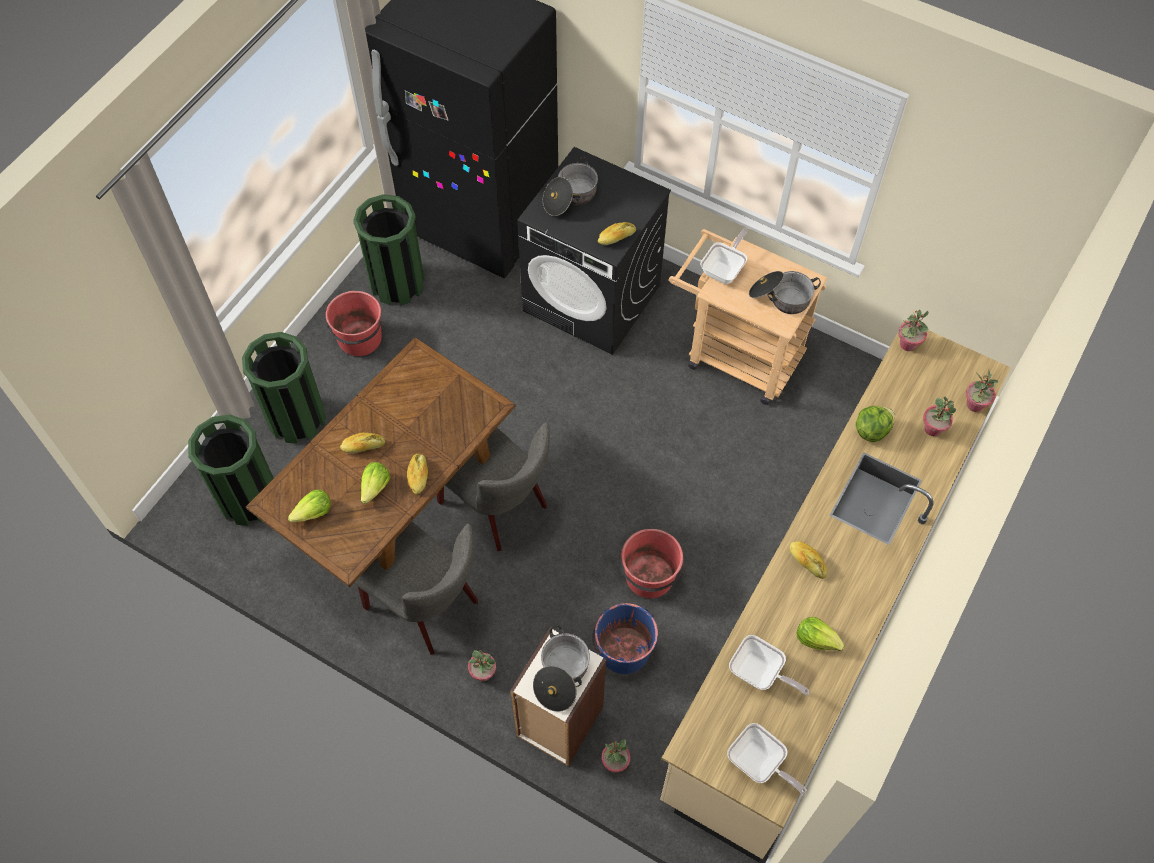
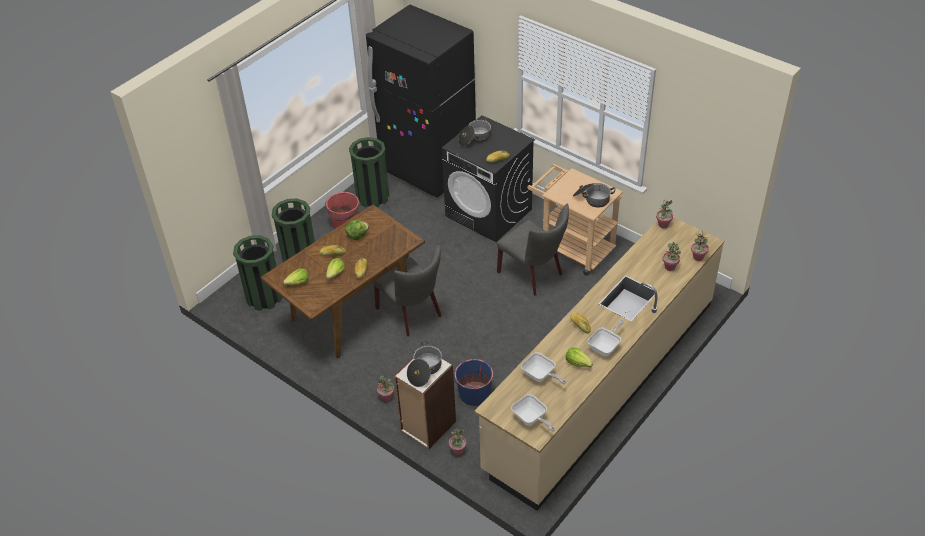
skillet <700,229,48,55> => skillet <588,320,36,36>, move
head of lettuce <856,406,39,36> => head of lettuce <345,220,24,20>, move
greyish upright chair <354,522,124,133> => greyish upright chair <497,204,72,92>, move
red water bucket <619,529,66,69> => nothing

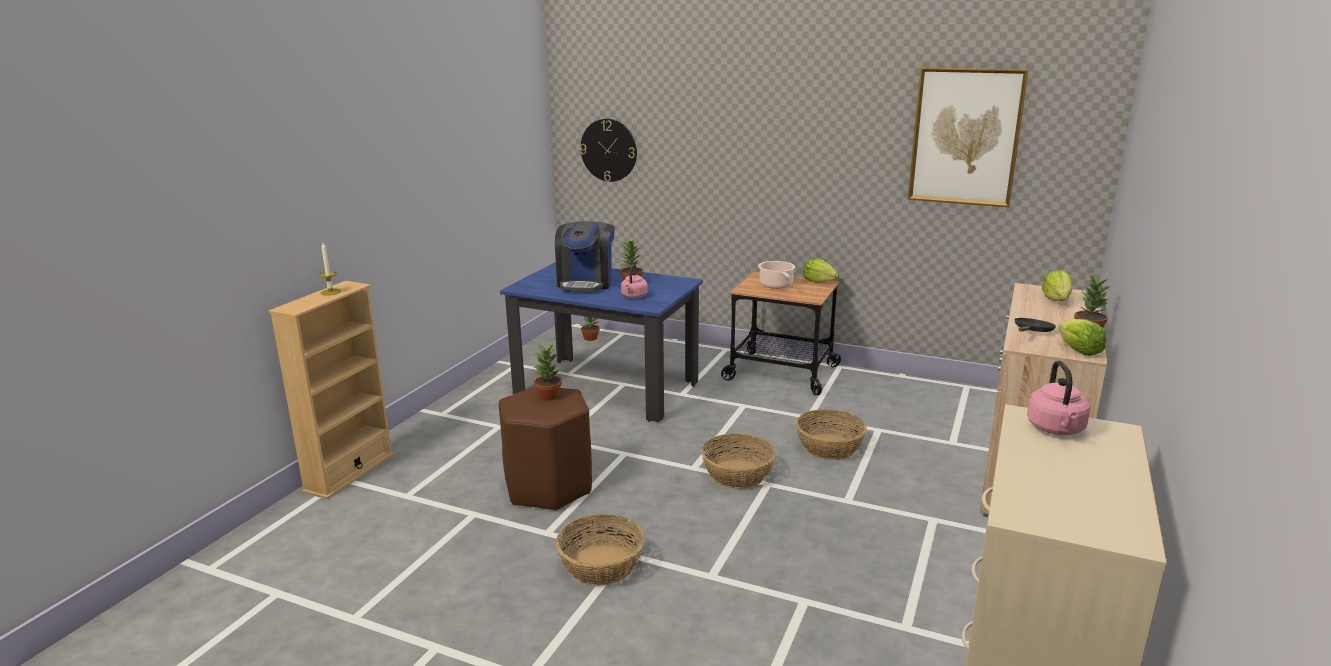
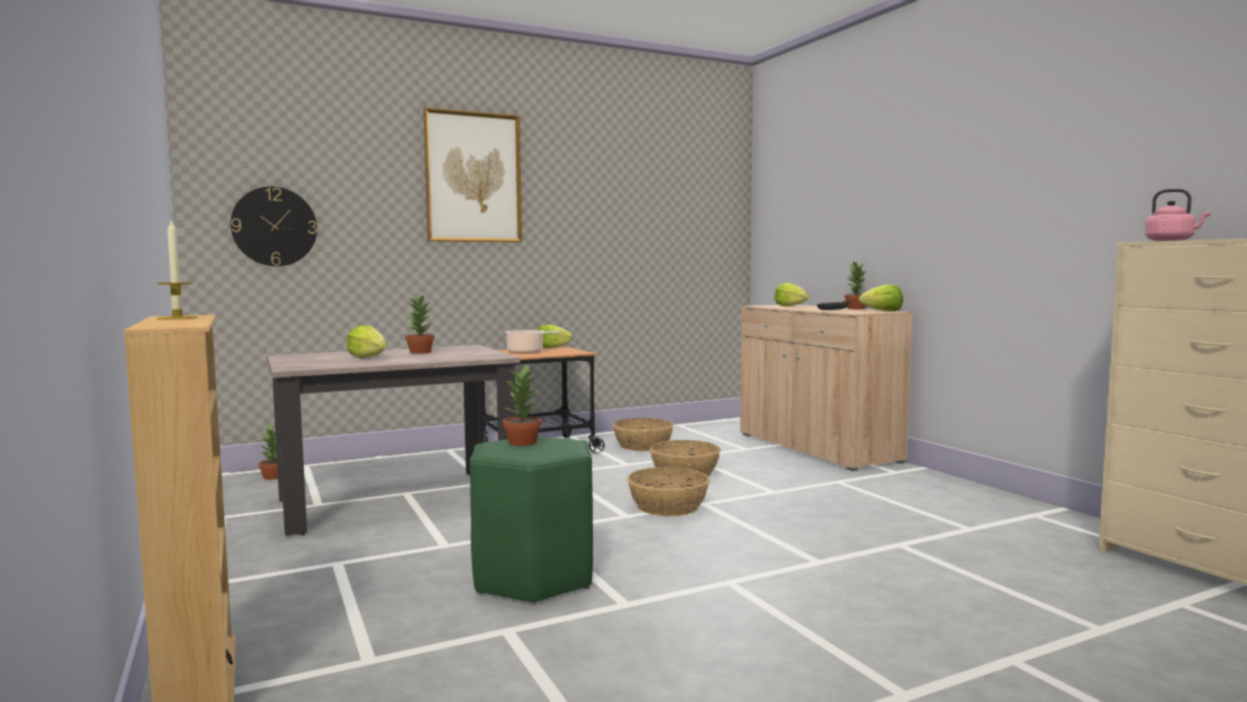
picture <908,67,121,140> => picture <423,107,99,135>, move
coffee maker <555,221,60,72> => head of lettuce <347,325,39,33>
blue-coloured kitchen table <500,262,203,160> => beige kitchen table <267,345,253,191>
pink-coloured kettle <621,264,26,34> => nothing
brown-coloured stool <499,386,93,125> => greenish stool <470,436,123,169>
basket <556,514,89,72> => basket <612,418,62,33>, move

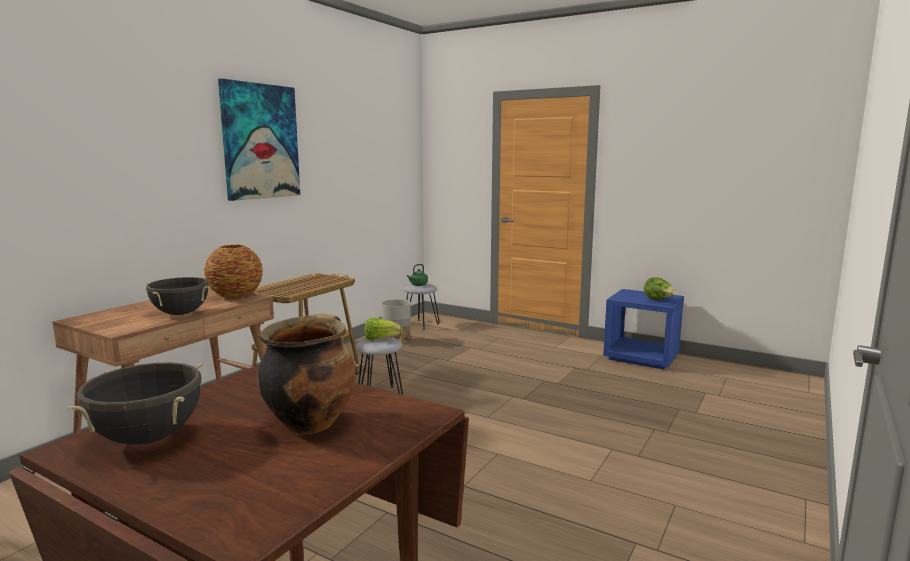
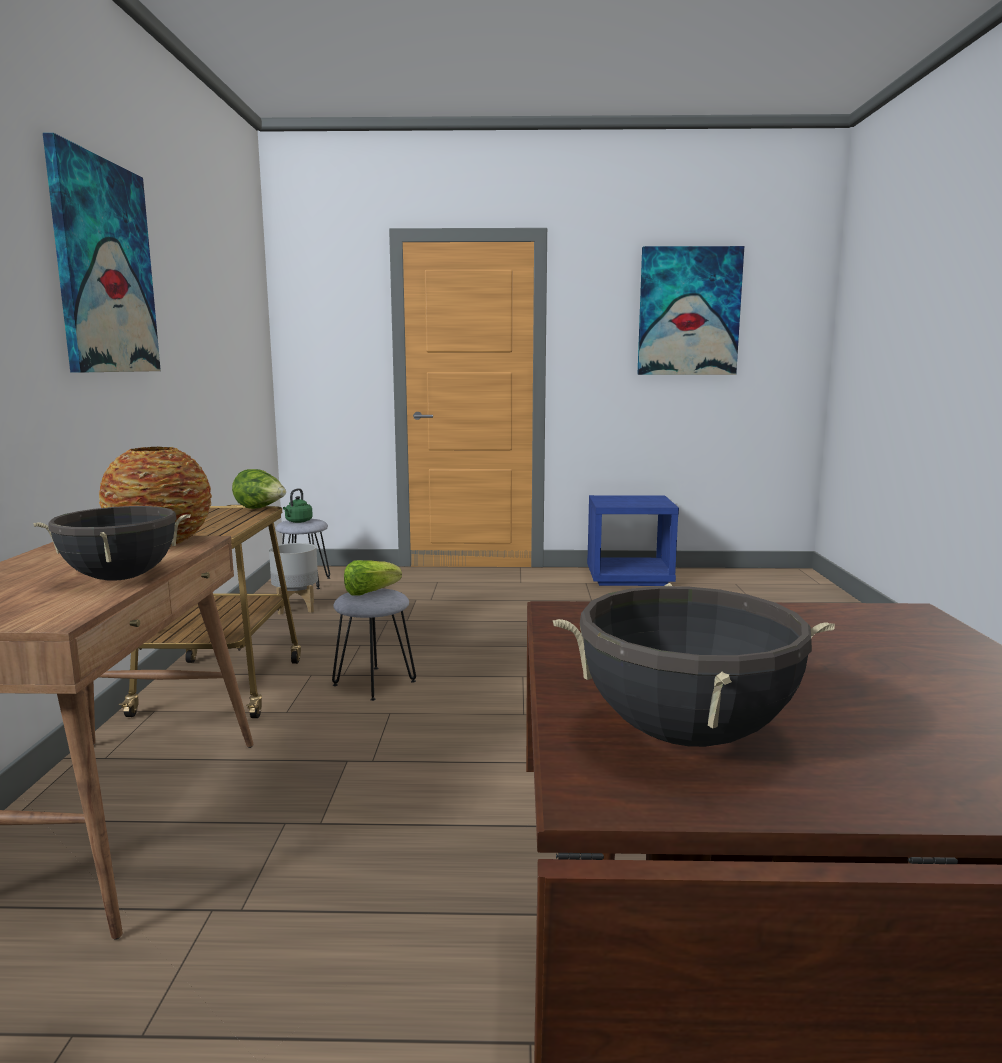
head of lettuce <644,277,32,23> => head of lettuce <232,469,54,40>, move
cooking pot <257,313,99,121> => nothing
nothing => picture <637,246,107,129>

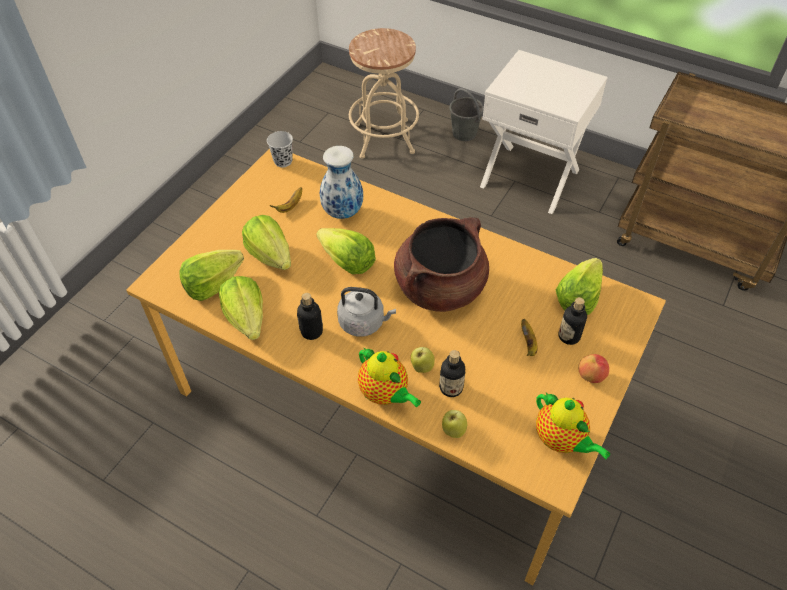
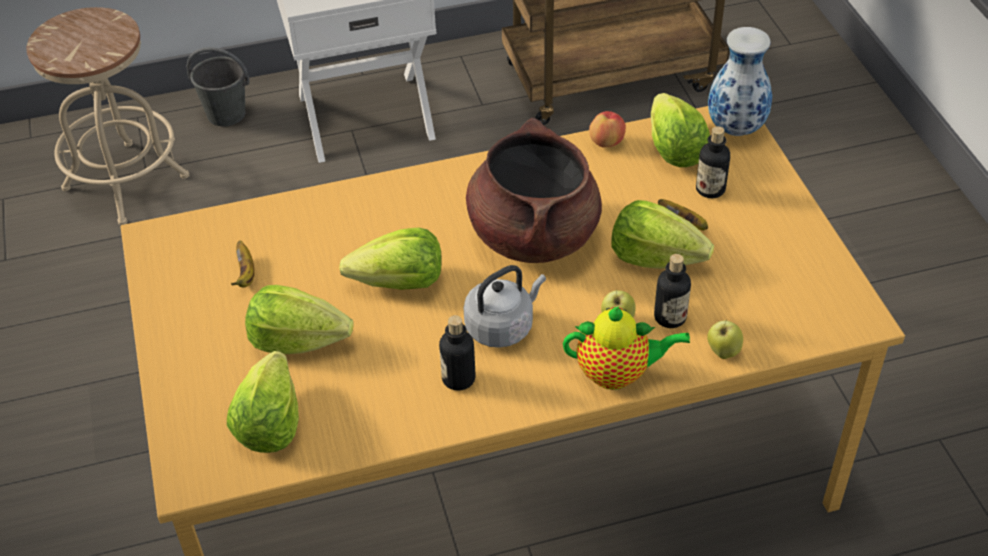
black-coloured cup <267,131,26,36> => nothing
flower vase <320,146,43,73> => flower vase <708,27,64,109>, move
head of lettuce <219,276,44,64> => head of lettuce <611,200,103,69>, move
apple fruit <578,354,31,29> => apple fruit <589,111,37,37>, move
teapot <536,393,74,66> => nothing

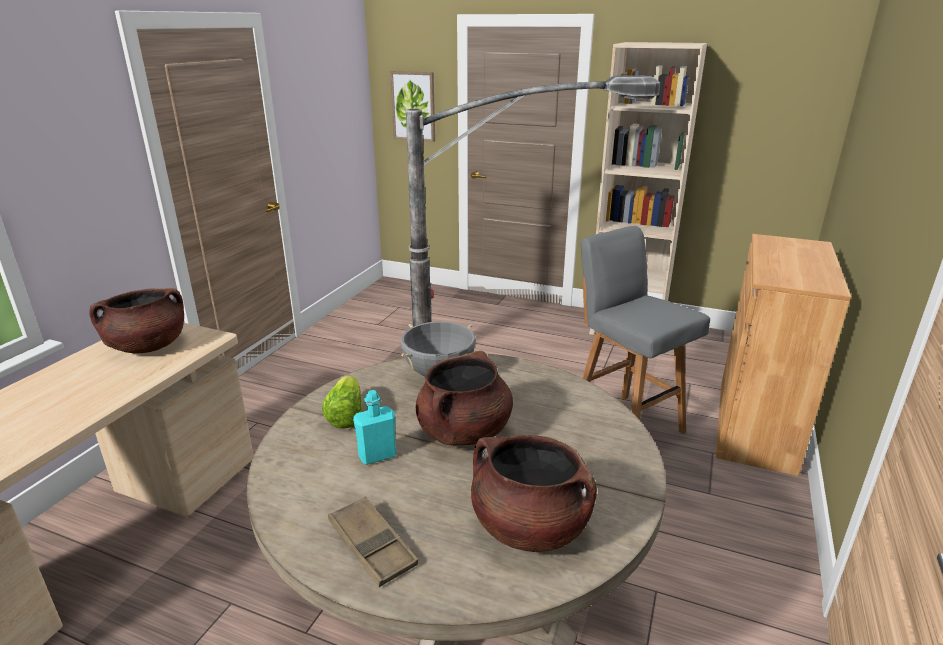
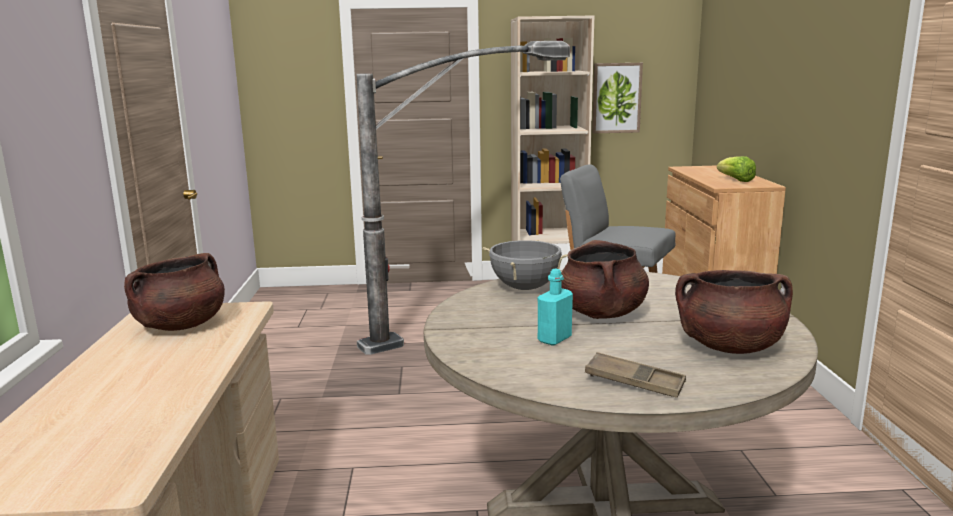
picture <390,71,45,71> => picture <592,63,51,71>, move
head of lettuce <322,375,40,54> => head of lettuce <717,156,39,26>, move

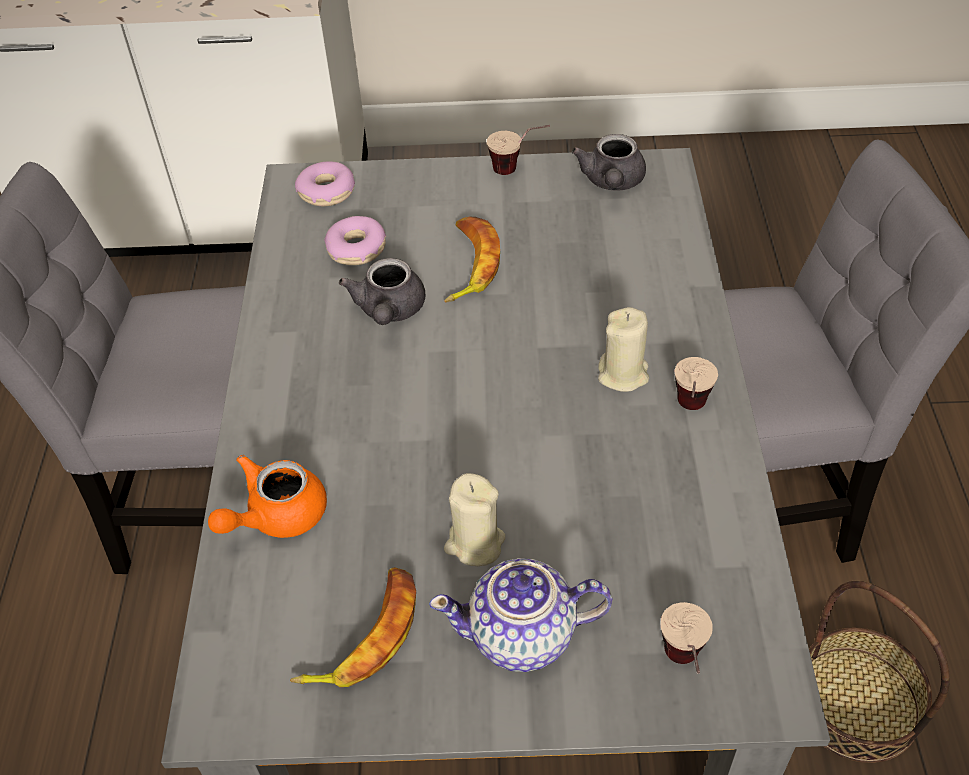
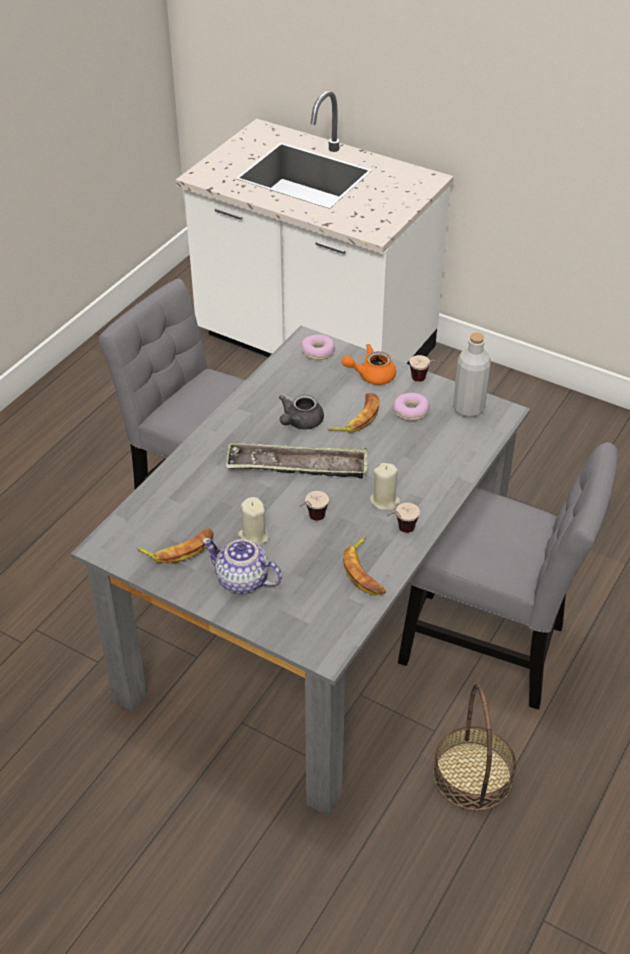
greyish teapot <572,134,74,57> => greyish beverage bottle <453,332,38,86>
doughnut <324,216,62,49> => doughnut <393,393,37,28>, move
orange-coloured teapot <208,455,119,83> => orange-coloured teapot <342,344,54,41>, move
cup <660,602,53,71> => cup <299,491,30,30>, move
nothing => tray <226,443,141,36>
nothing => banana fruit <343,536,43,60>

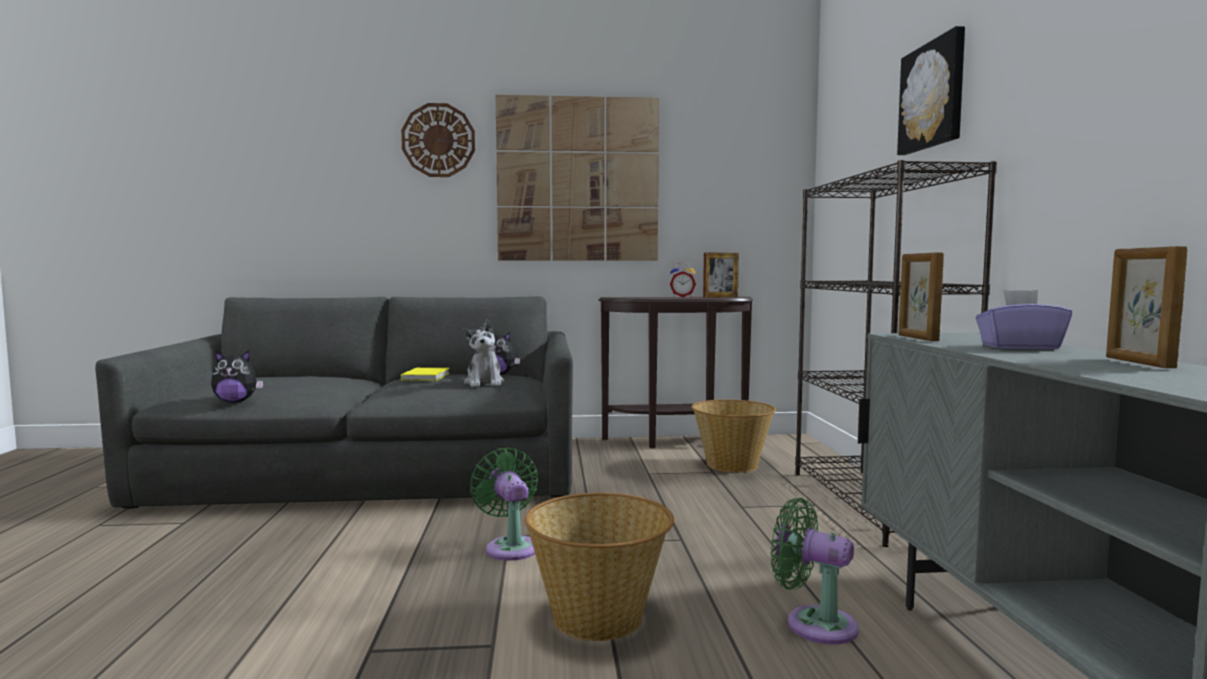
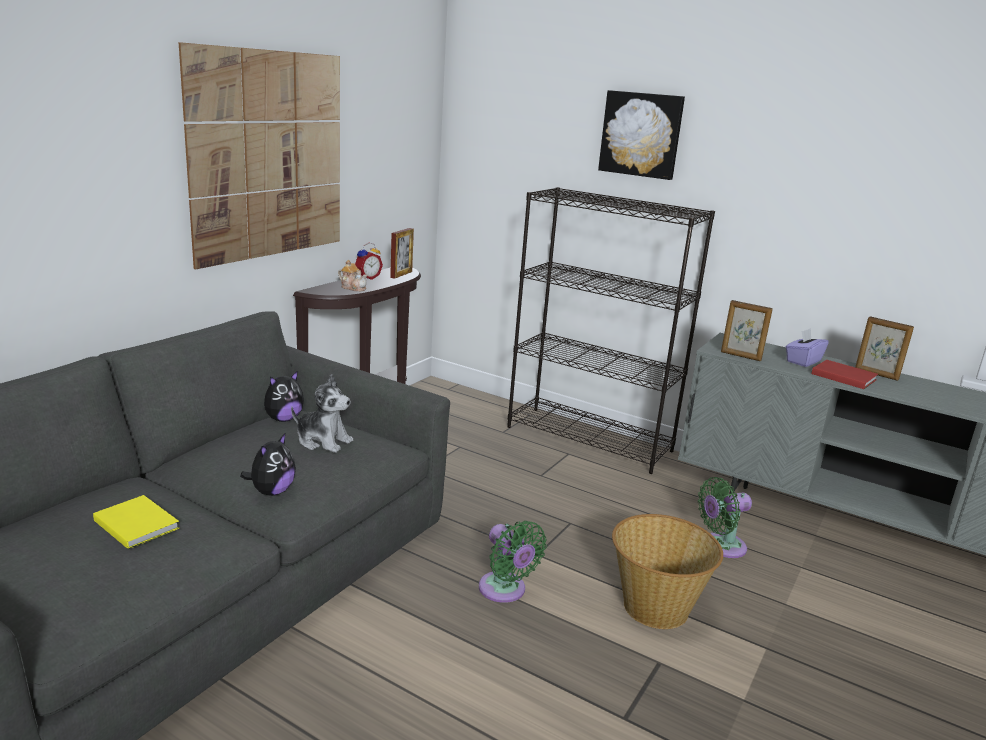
clock on the wall <401,103,74,74> => nothing
soft toy <211,350,52,53> => soft toy <240,434,56,62>, move
yellow-coloured bound book <401,368,49,13> => yellow-coloured bound book <93,495,86,54>, move
basket <691,399,85,74> => nothing
greenish cooling fan <470,448,68,113> => greenish cooling fan <479,521,68,82>, 135 degrees counterclockwise
nothing => teapot <338,260,30,32>
nothing => red bound book <811,360,67,29>

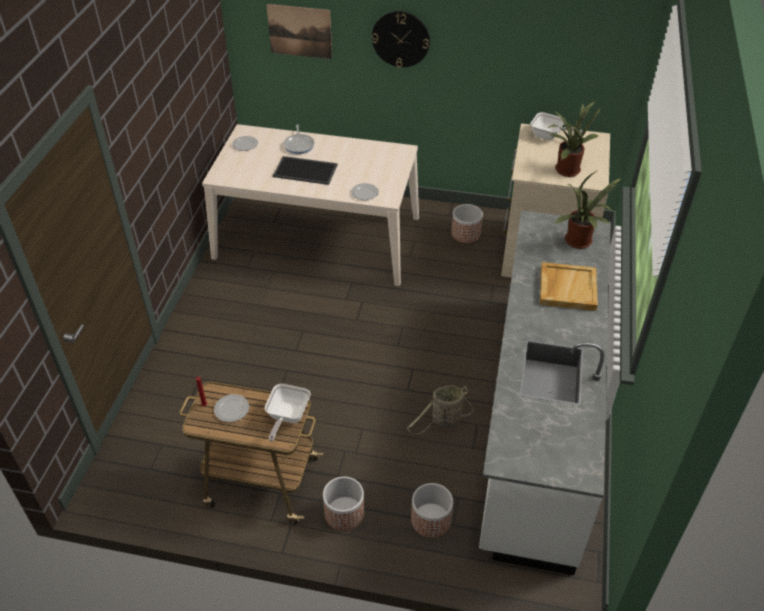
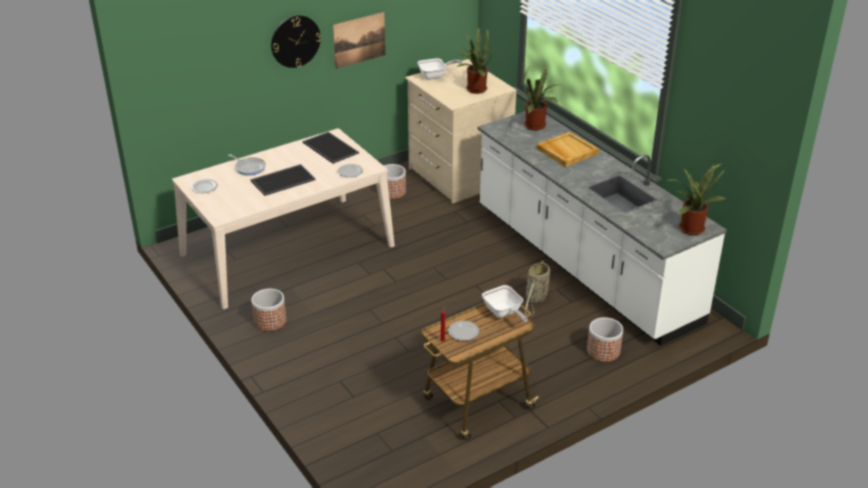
picture <266,4,66,55> => picture <333,12,52,57>, move
planter <323,477,41,54> => planter <251,289,35,42>, move
nothing => tray <303,132,56,32>
nothing => potted plant <666,163,60,72>

